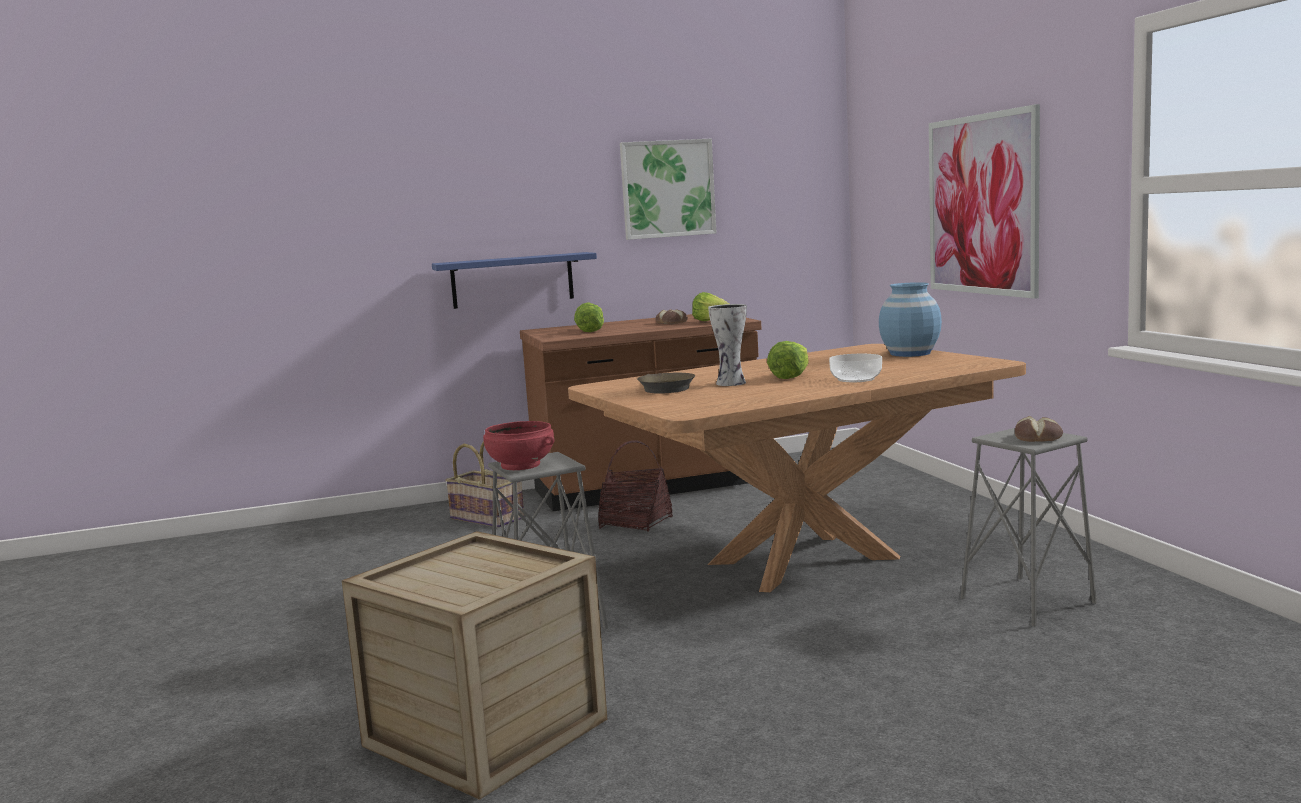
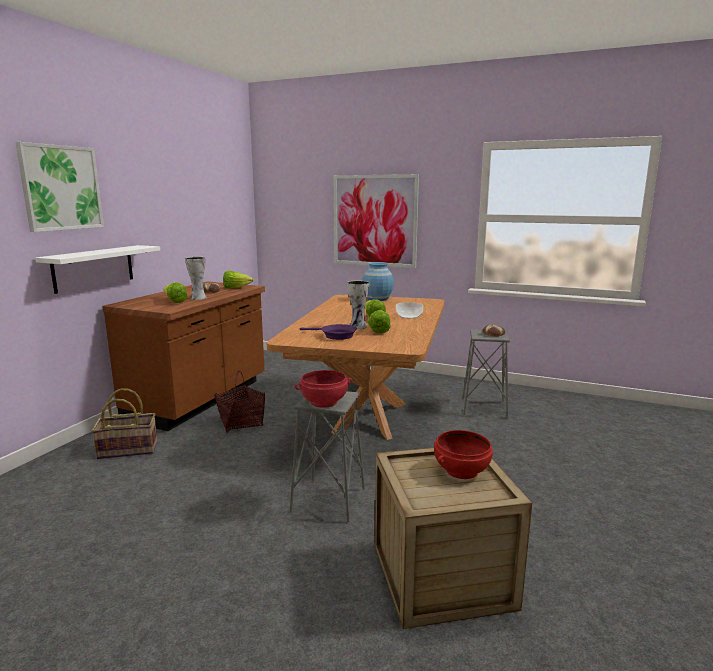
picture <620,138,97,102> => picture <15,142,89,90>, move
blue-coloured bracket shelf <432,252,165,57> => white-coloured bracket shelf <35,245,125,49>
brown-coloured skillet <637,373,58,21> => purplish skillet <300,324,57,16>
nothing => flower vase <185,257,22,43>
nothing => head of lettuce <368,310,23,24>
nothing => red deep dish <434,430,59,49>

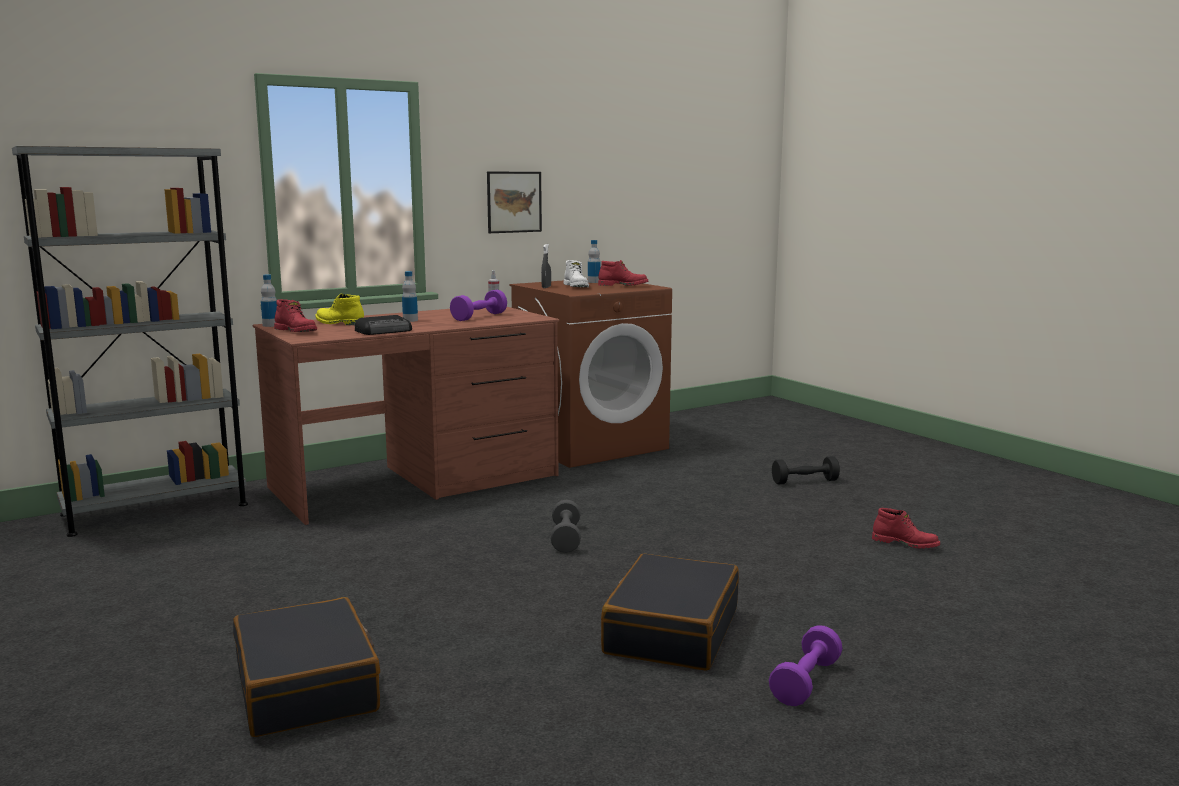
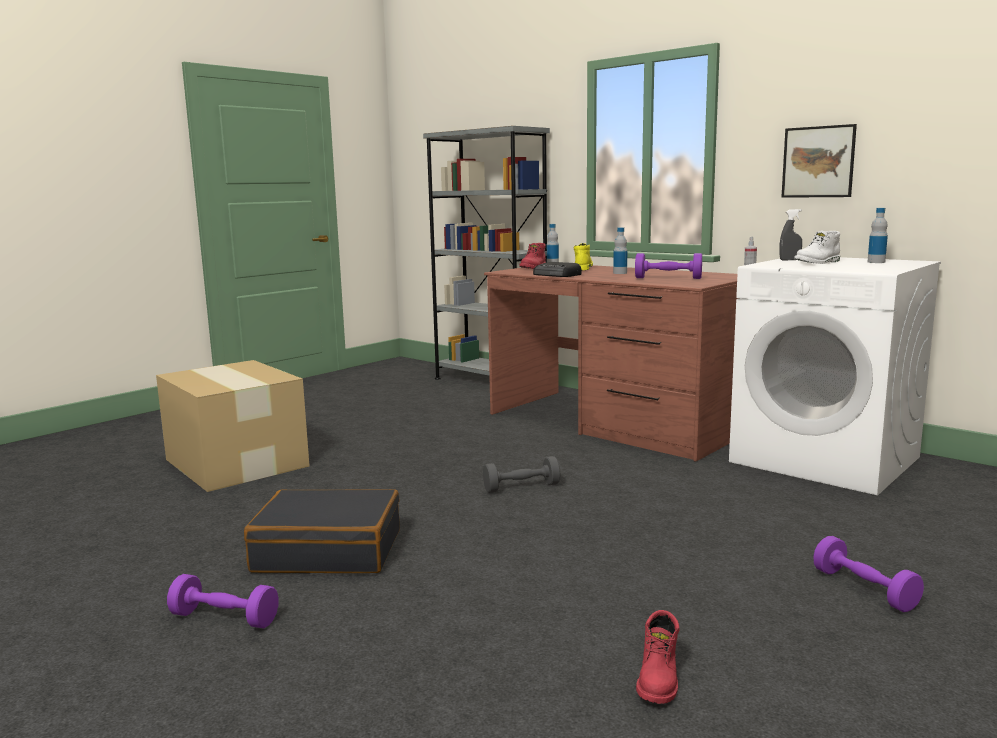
red high-top boot <598,260,50,26> => nothing
brown-coloured washing machine <510,279,162,189> => white-coloured washing machine <729,257,212,238>
black-coloured hand weight <772,456,68,28> => purplish hand weight <813,536,111,76>
black-coloured piece of luggage <233,597,147,140> => cardboard box <156,360,153,132>

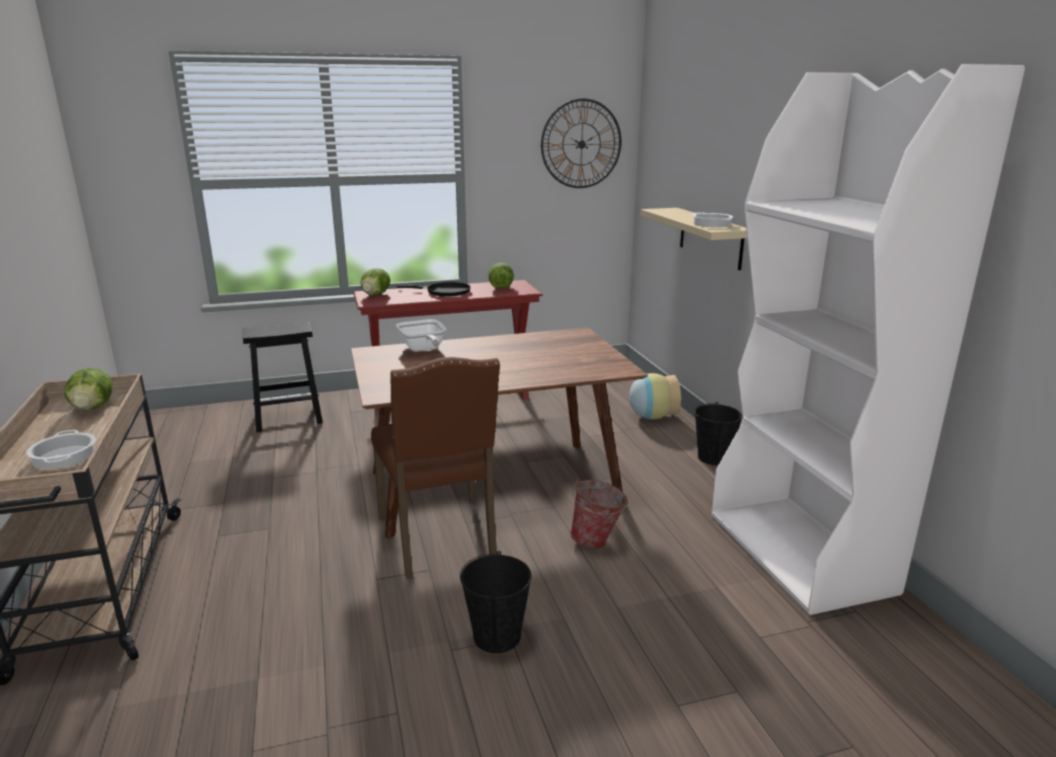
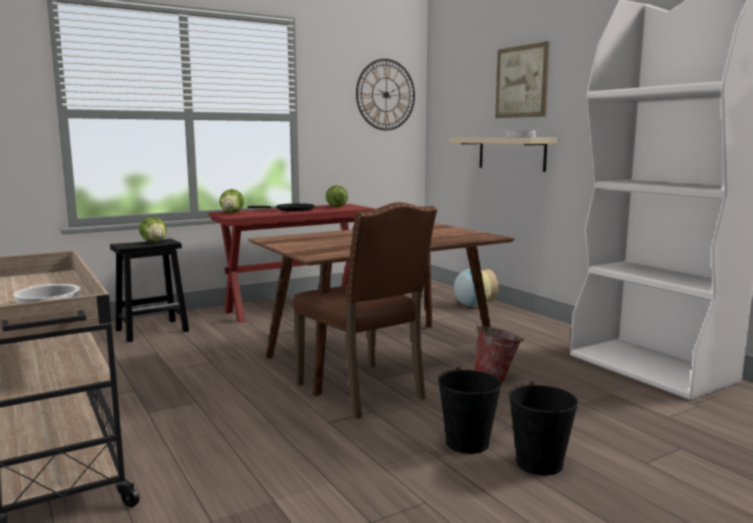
skillet <396,319,50,33> => nothing
head of lettuce <65,368,47,42> => head of lettuce <139,217,28,25>, move
black-coloured water bucket <694,402,49,63> => black-coloured water bucket <508,381,70,94>, move
nothing => picture <495,41,55,77>

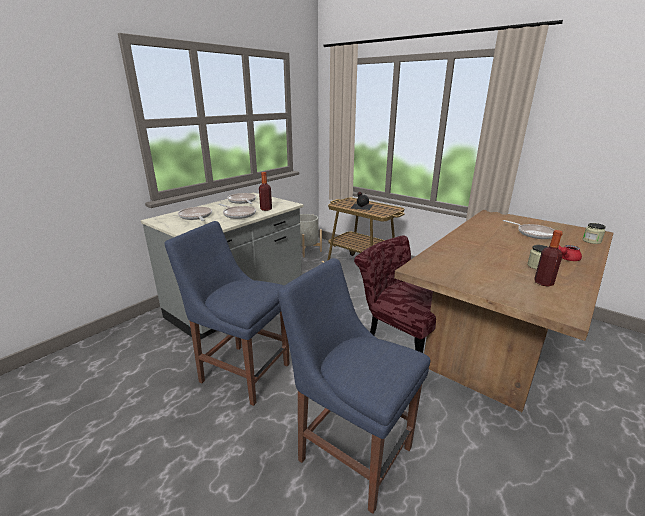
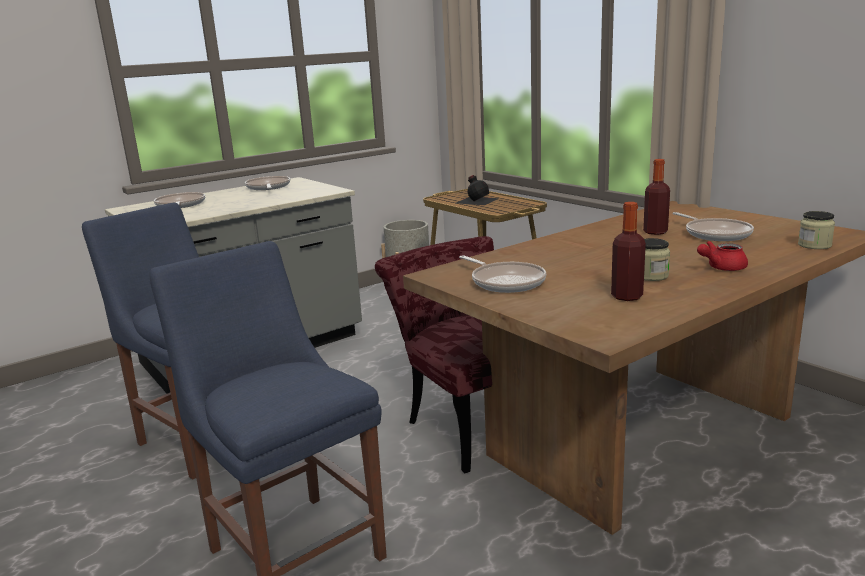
beverage bottle <259,172,13,39> => beverage bottle <643,159,27,76>, move
skillet <218,204,38,15> => skillet <459,255,87,38>, move

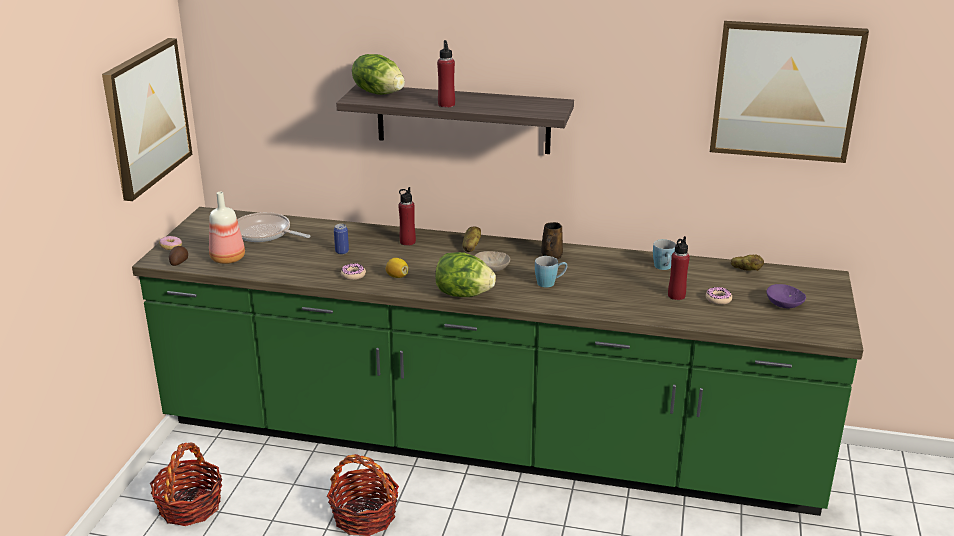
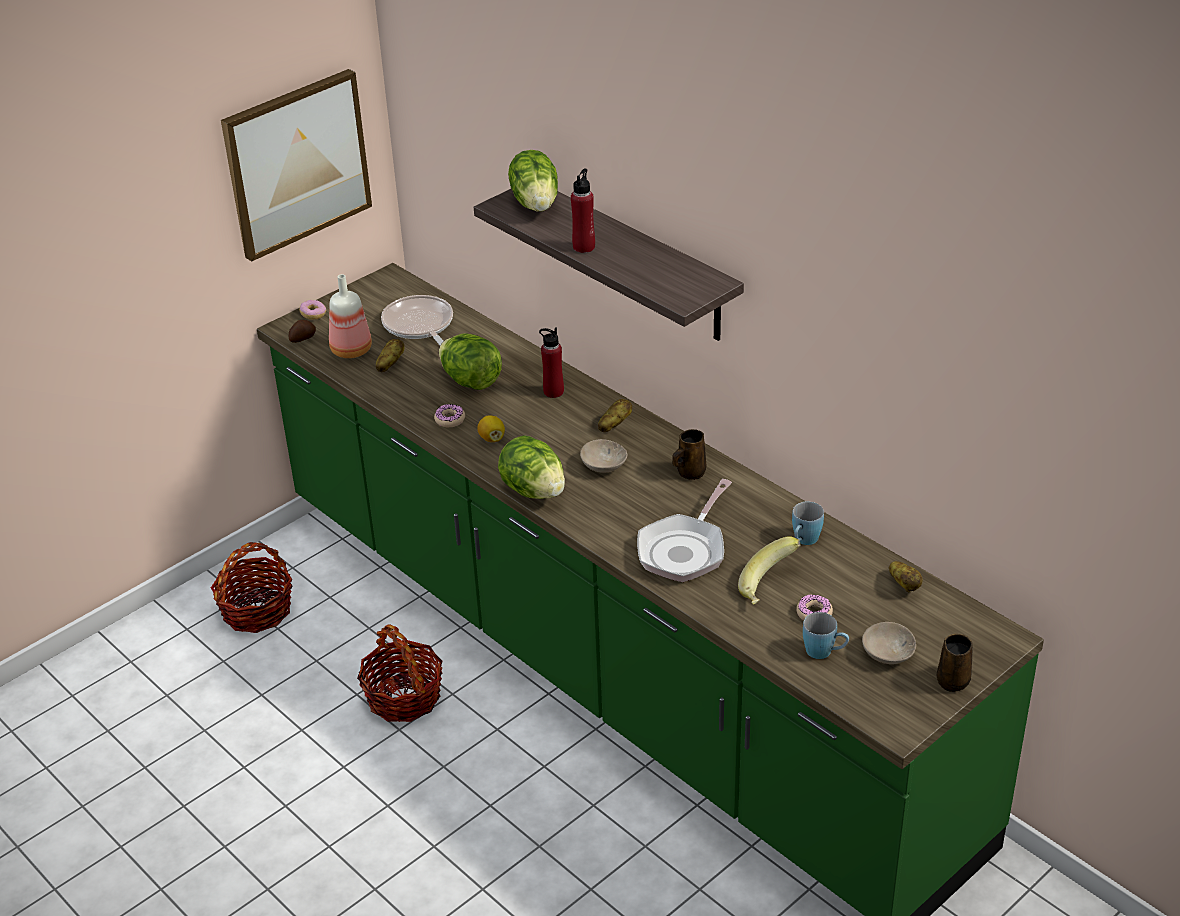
picture <710,21,159,142> => nothing
metal can <334,224,15,30> => head of lettuce <439,333,63,57>
red beverage bottle <668,236,22,64> => banana fruit <738,536,63,69>
blue-coloured mug <535,256,32,32> => blue-coloured mug <803,612,46,47>, move
purplish deep dish <766,284,40,24> => beige deep dish <862,622,54,42>
nothing => potato <376,339,29,33>
nothing => skillet <637,479,95,103>
nothing => brown-coloured mug <937,634,36,58>

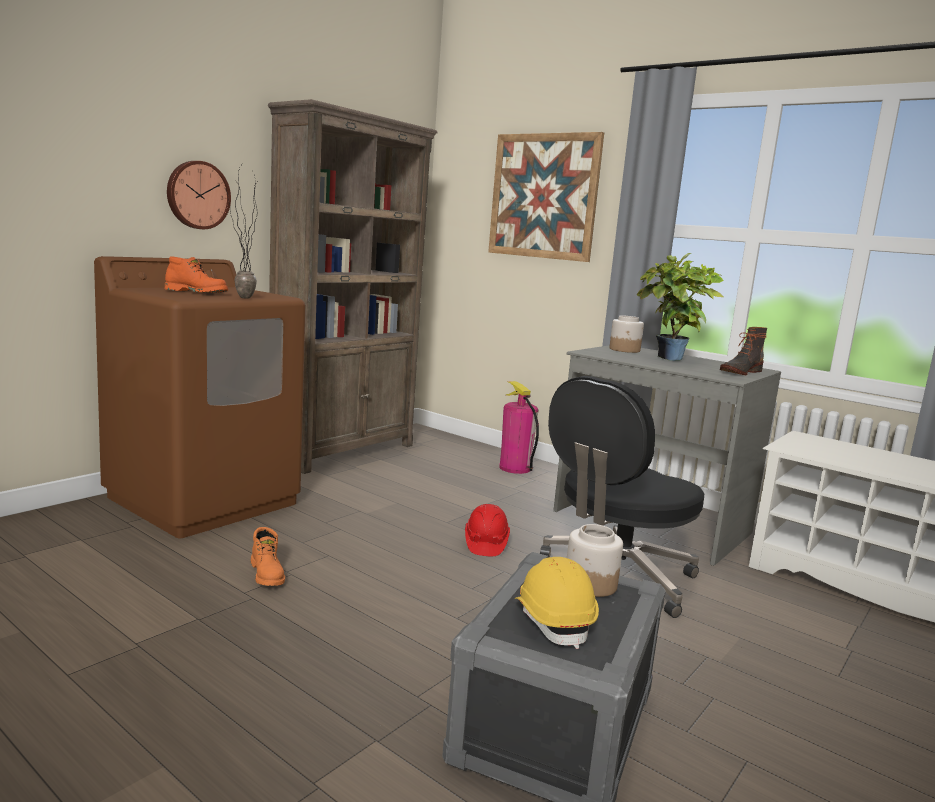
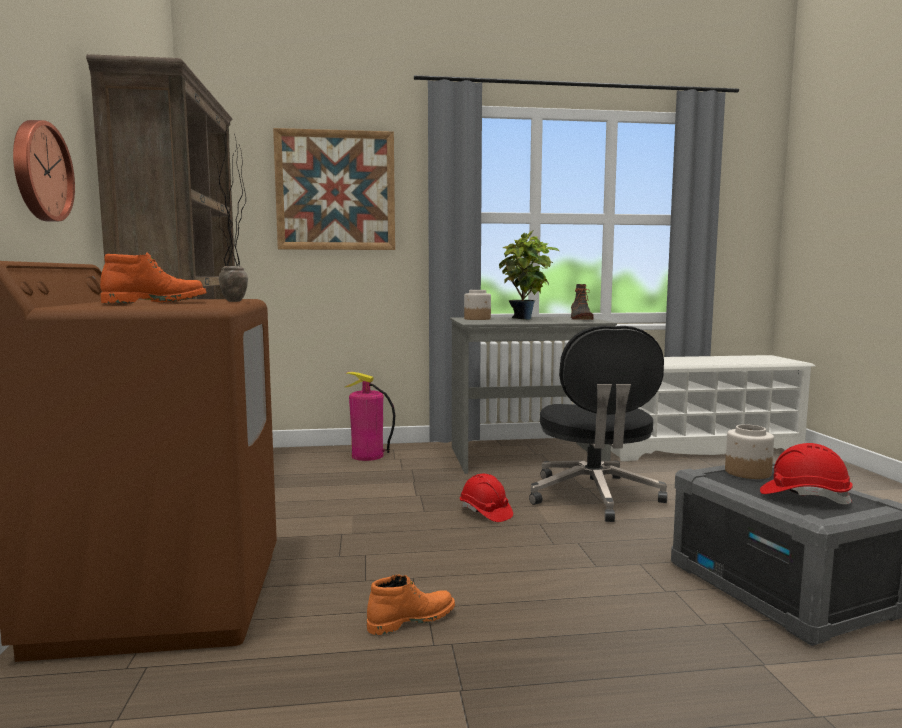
orange-coloured high-top boot <250,527,35,59> => orange-coloured high-top boot <367,575,88,60>, 45 degrees counterclockwise
yellow-coloured safety helmet <514,557,85,92> => red safety helmet <760,443,93,61>

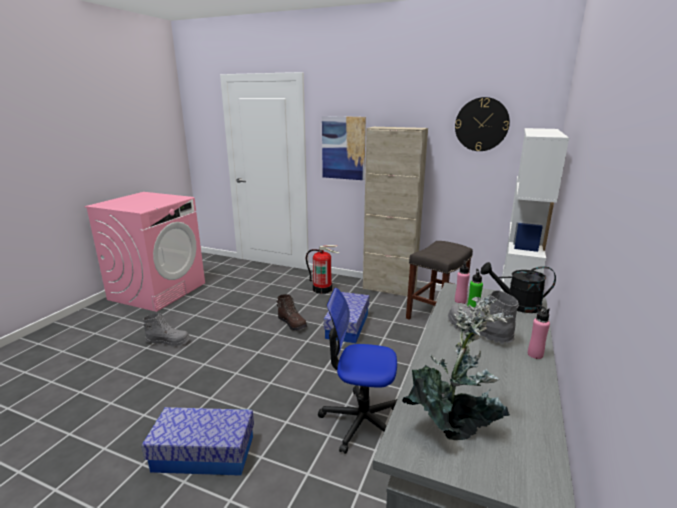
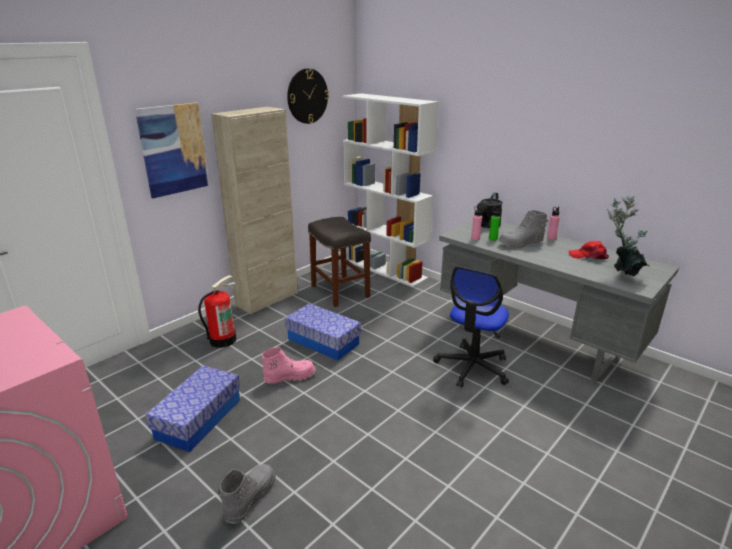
brown-coloured high-top boot <277,294,30,37> => pink-coloured high-top boot <262,347,54,37>
storage container <142,407,112,69> => storage container <146,365,94,87>, move
nothing => red peaked cap <568,241,41,18>

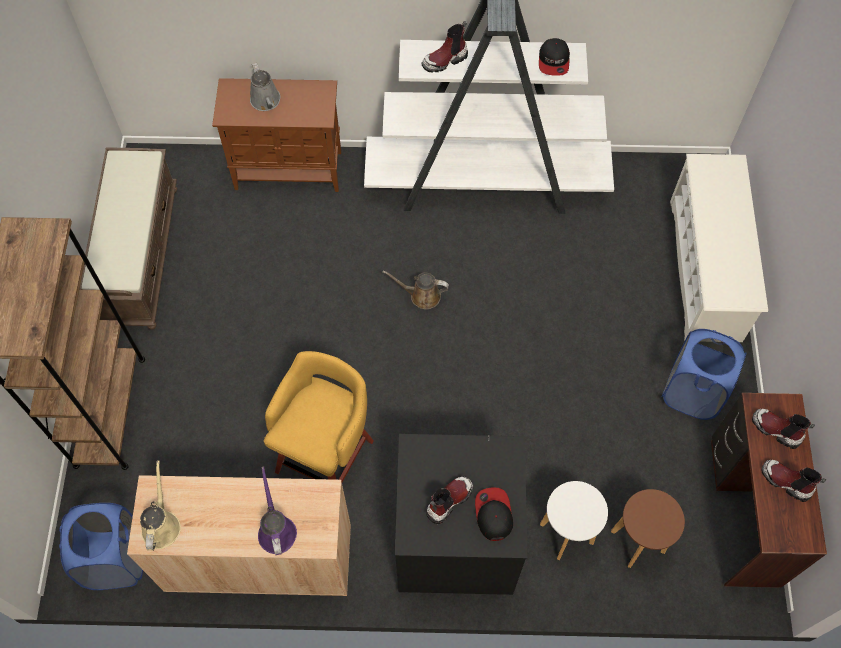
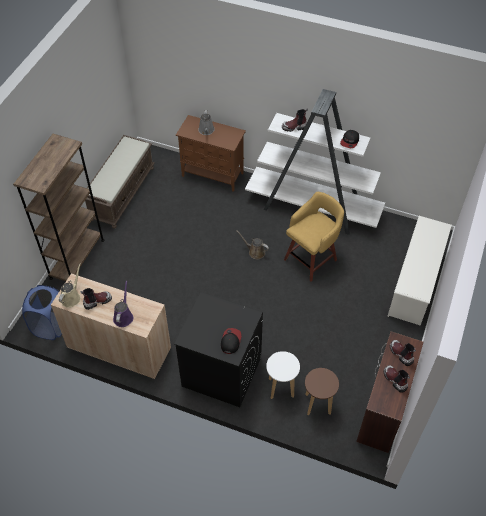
blue-coloured laundry basket <662,329,84,91> => nothing
yellow-coloured stool <264,351,110,131> => yellow-coloured stool <284,192,60,90>, move
high-top boot <426,476,48,48> => high-top boot <80,288,32,22>, move

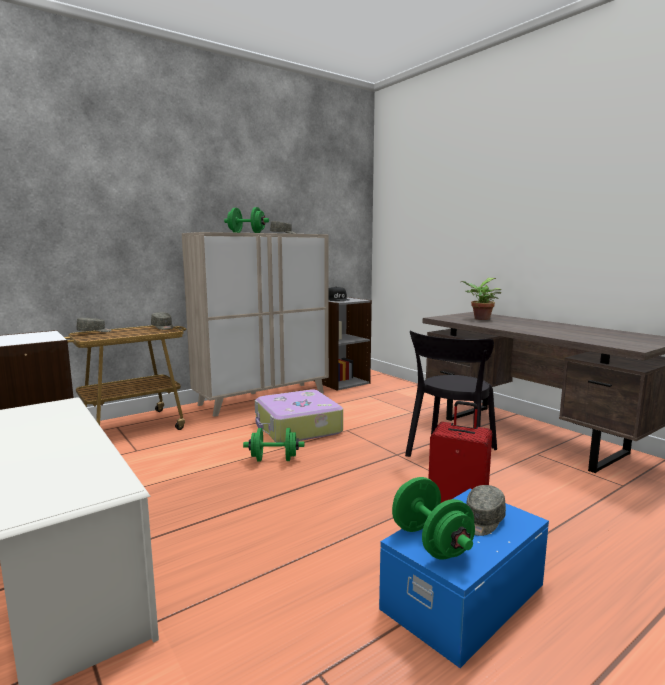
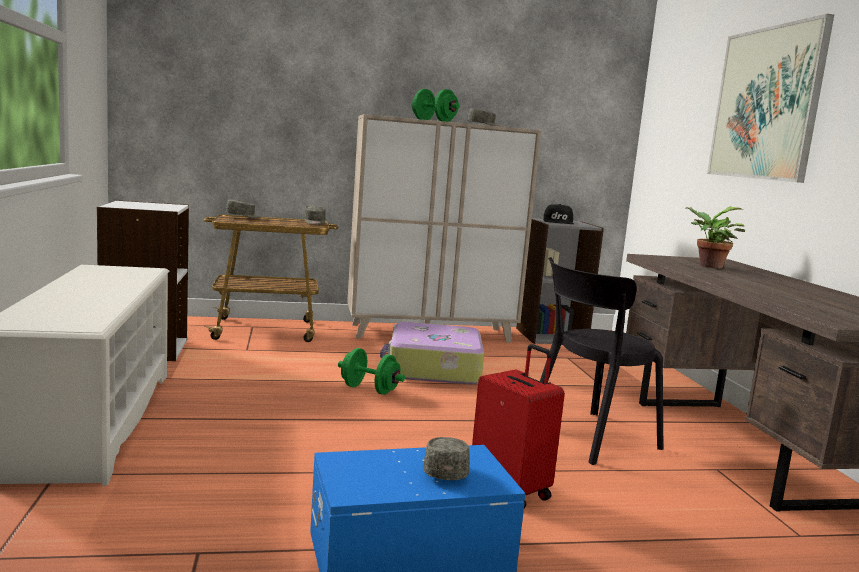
greenish hand weight <392,477,83,82> => nothing
greyish peaked cap <466,485,40,51> => greyish peaked cap <424,437,46,43>, 120 degrees clockwise
nothing => picture <707,14,127,169>

